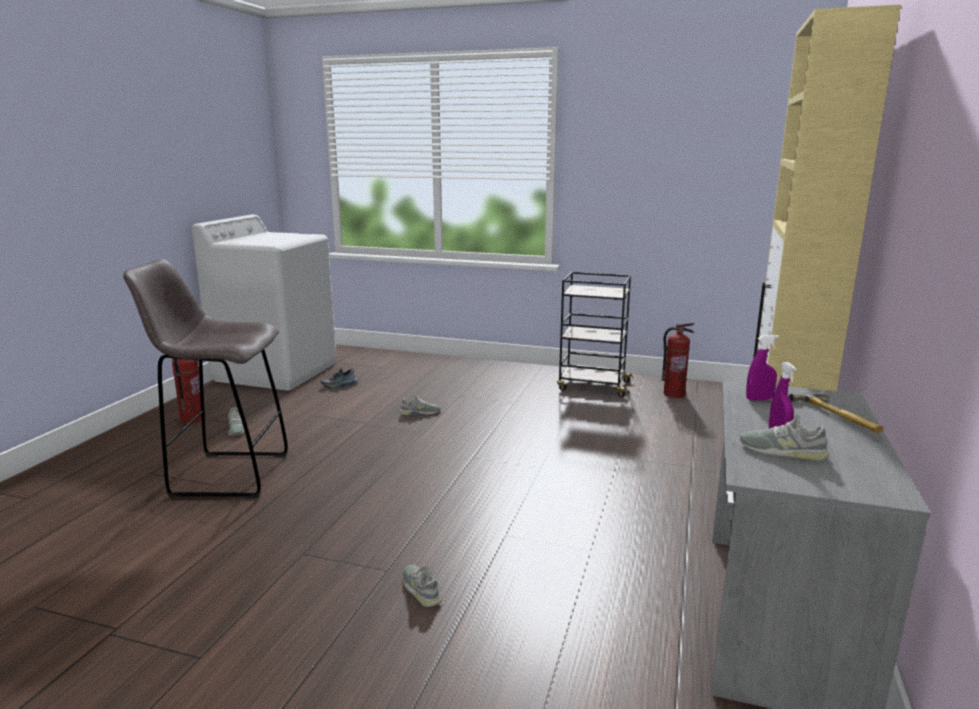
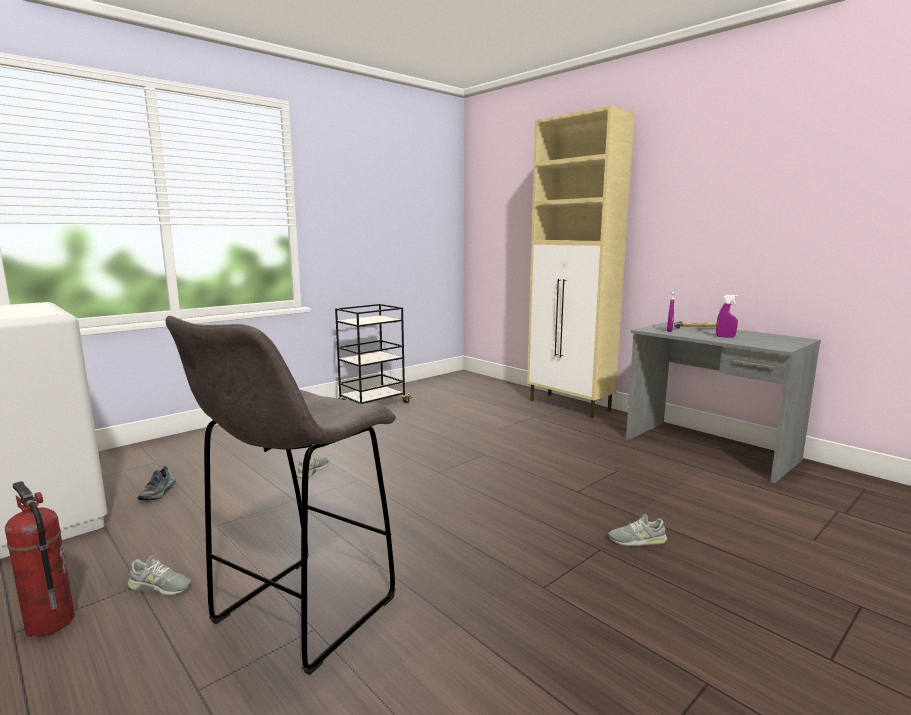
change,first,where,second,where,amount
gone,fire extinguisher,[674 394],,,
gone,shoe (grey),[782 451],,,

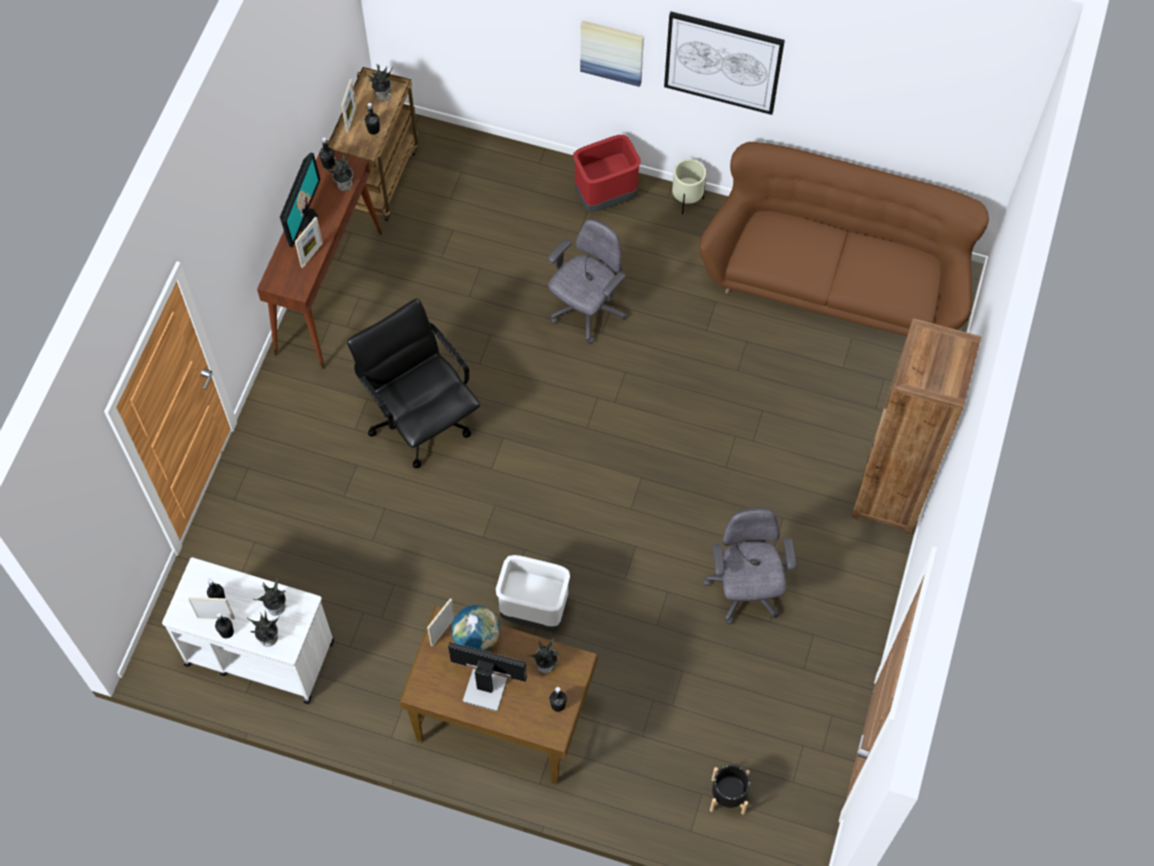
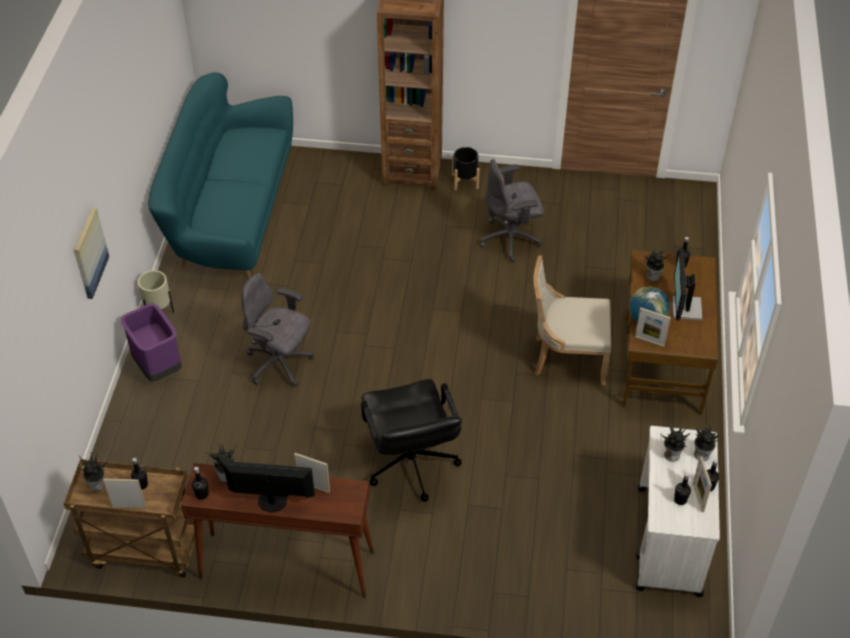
change,first,where,second,where,amount
rotated,office chair (black),[420 419],,[411 464],60 degrees counterclockwise
swapped,trash can (white),[535 610],chair (beige),[566 358],
repainted,trash can (red),[605 196],trash can (purple),[157 367],
gone,picture,[723 62],,,
repainted,sofa (brown),[835 280],sofa (turquoise),[230 215],
shifted,planter (black),[728 796],,[465 181],

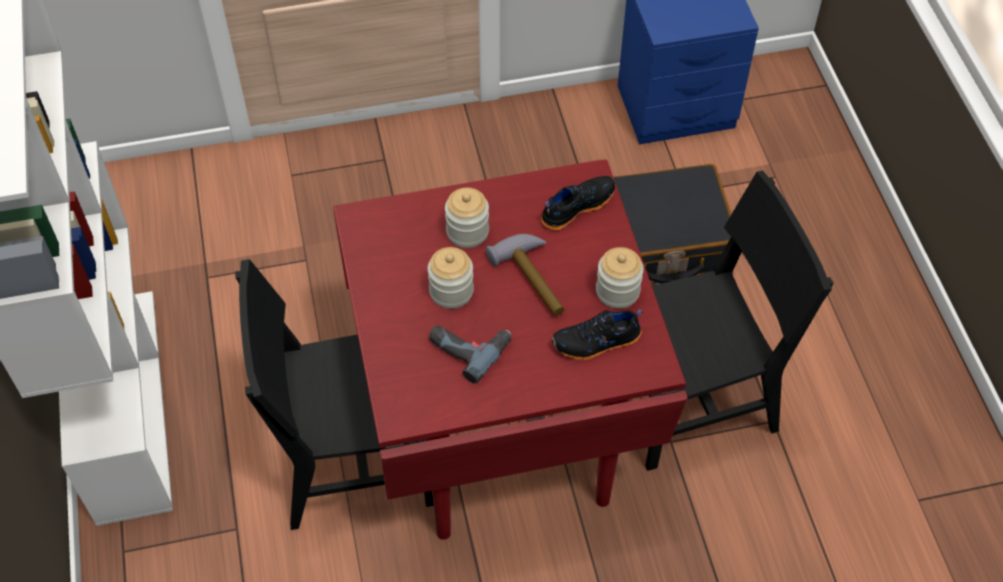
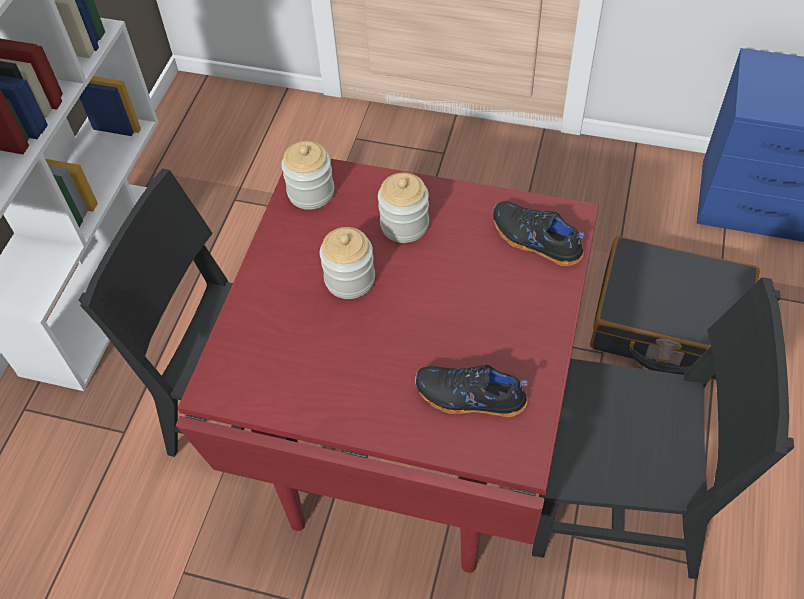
change,first,where,second,where,amount
gone,power drill,[469 346],,,
gone,hammer,[534 279],,,
rotated,shoe (black),[576 206],,[535 241],135 degrees counterclockwise
shifted,jar,[617 291],,[311 192],

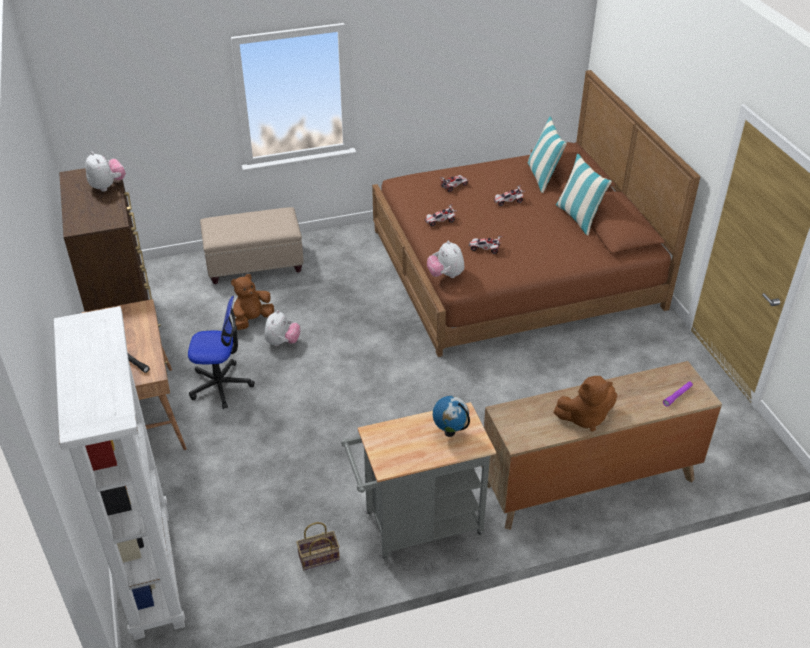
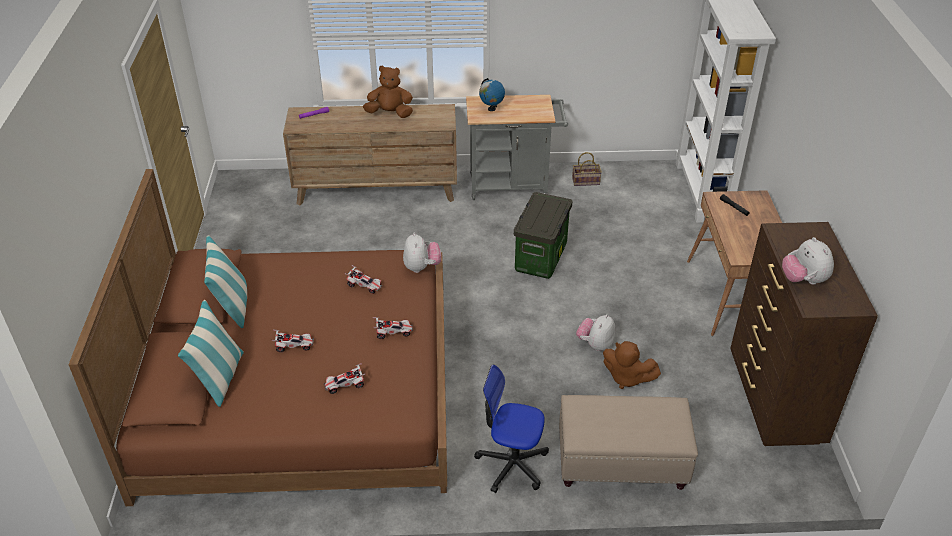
change,first,where,second,where,amount
shifted,office chair,[221 385],,[512 464],
rotated,plush toy (brown),[252 320],,[626 378],60 degrees clockwise
new,,,storage box,[541 258],

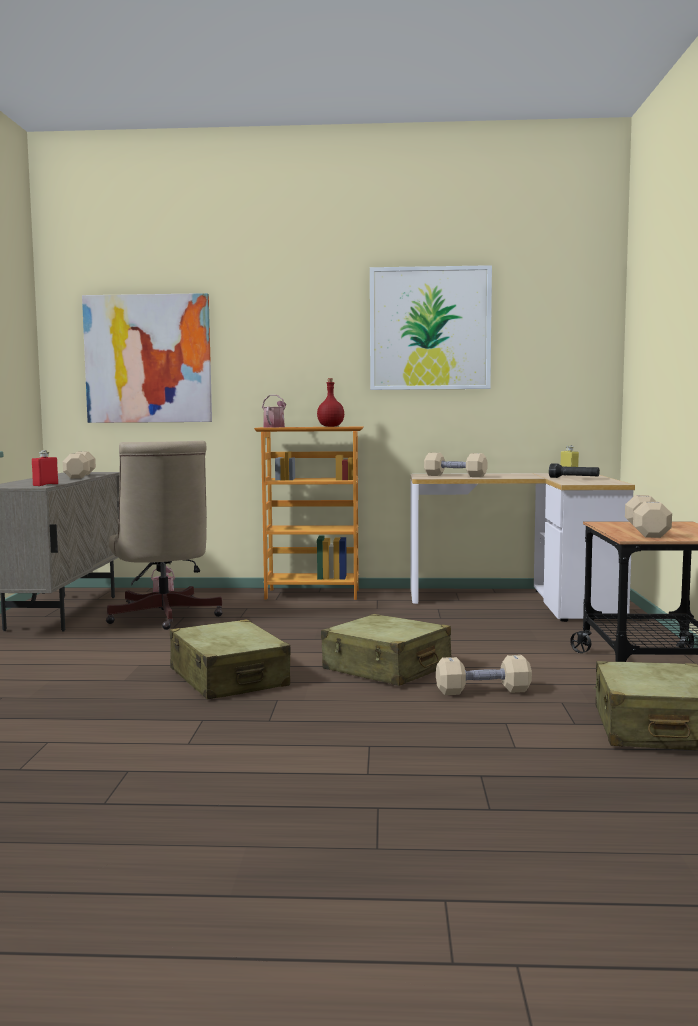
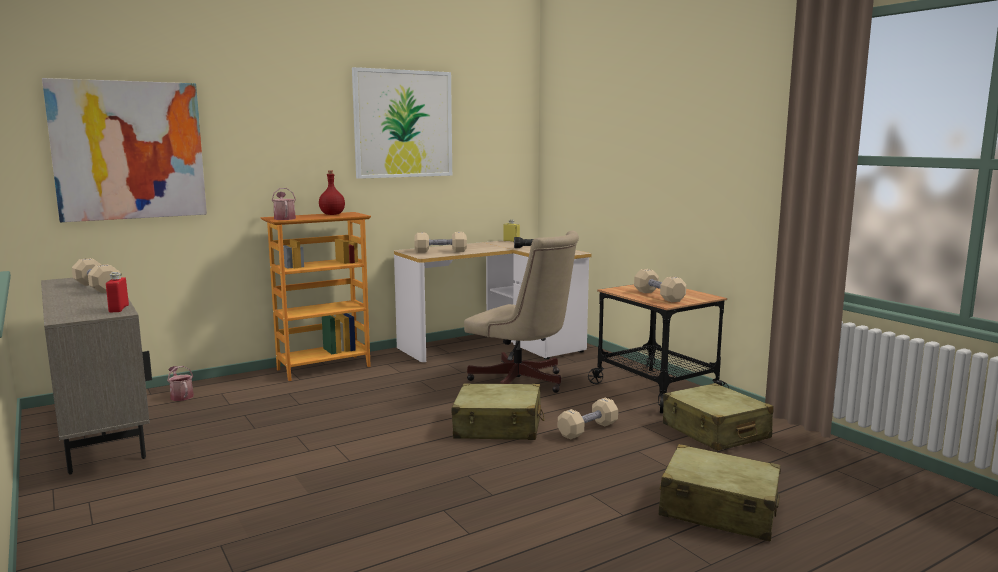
change,first,where,second,where,amount
shifted,office chair (beige),[163 618],,[523 383],
shifted,suitcase (beige),[229 678],,[718 510],

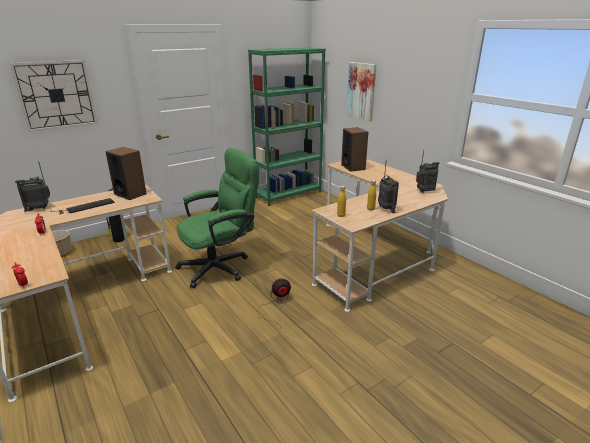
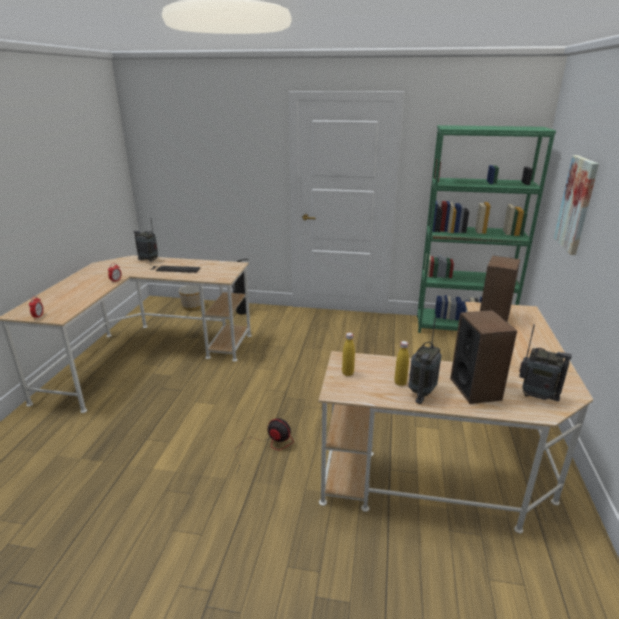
change,first,where,second,where,amount
gone,wall clock,[56 95],,,
shifted,speaker,[130 194],,[475 389],
gone,office chair (green),[221 266],,,

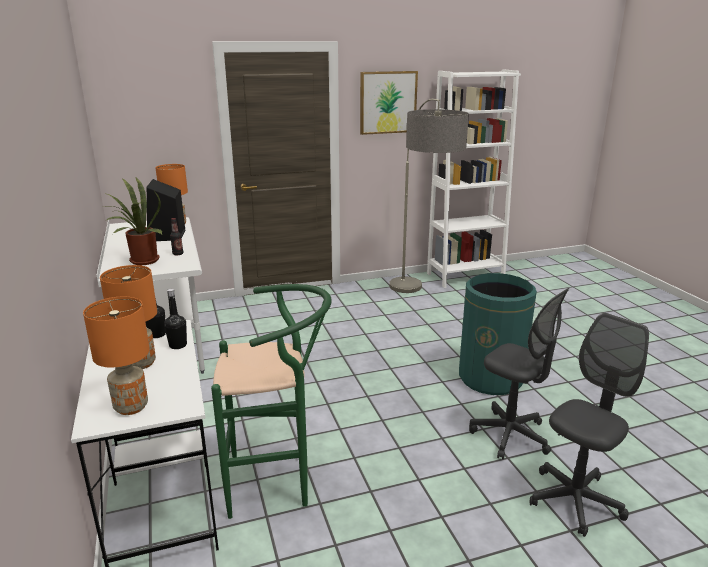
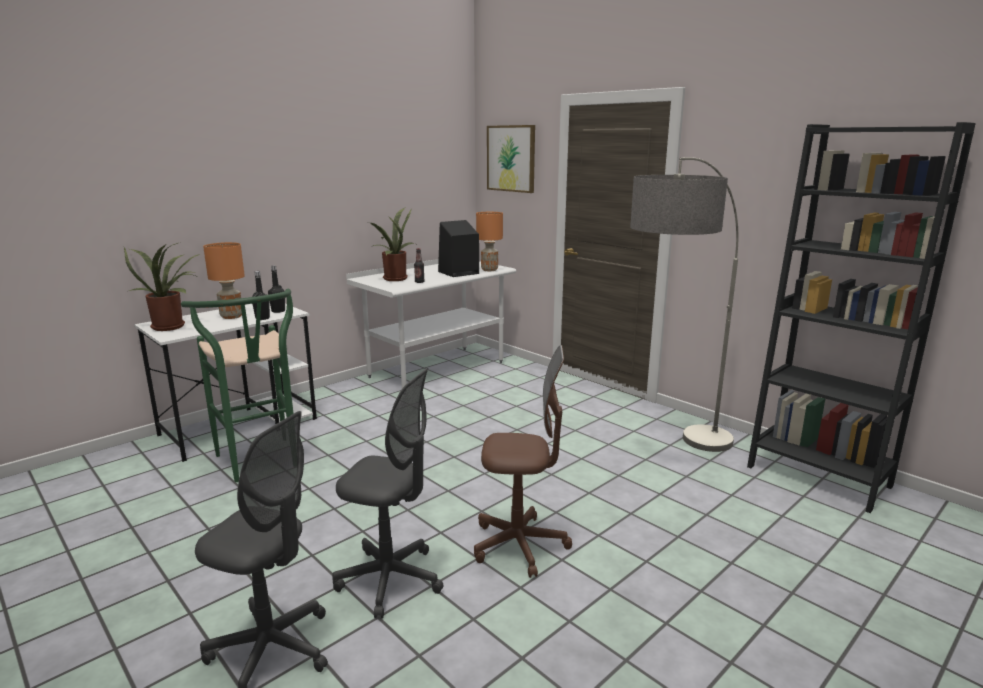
change,first,where,second,where,amount
swapped,table lamp (orange),[132 406],potted plant,[171 326],
shifted,picture,[388 102],,[511 158],
repainted,bookcase (white),[465 276],bookcase (black),[818 476],
swapped,trash can (green),[491 378],office chair (brown),[519 545],
rotated,office chair (grey),[510 435],,[390 580],90 degrees counterclockwise

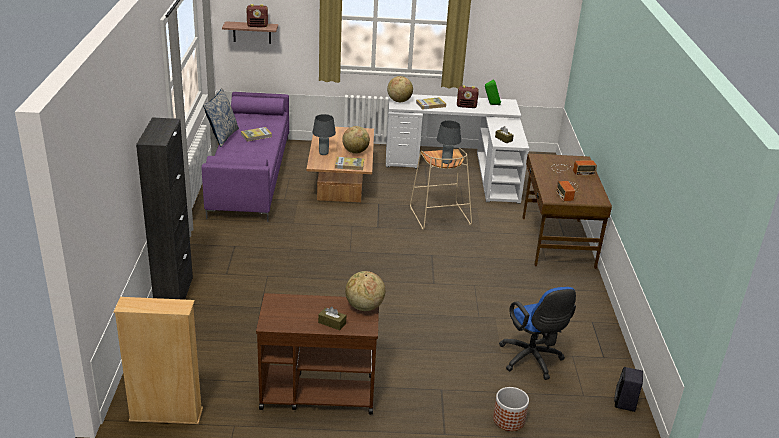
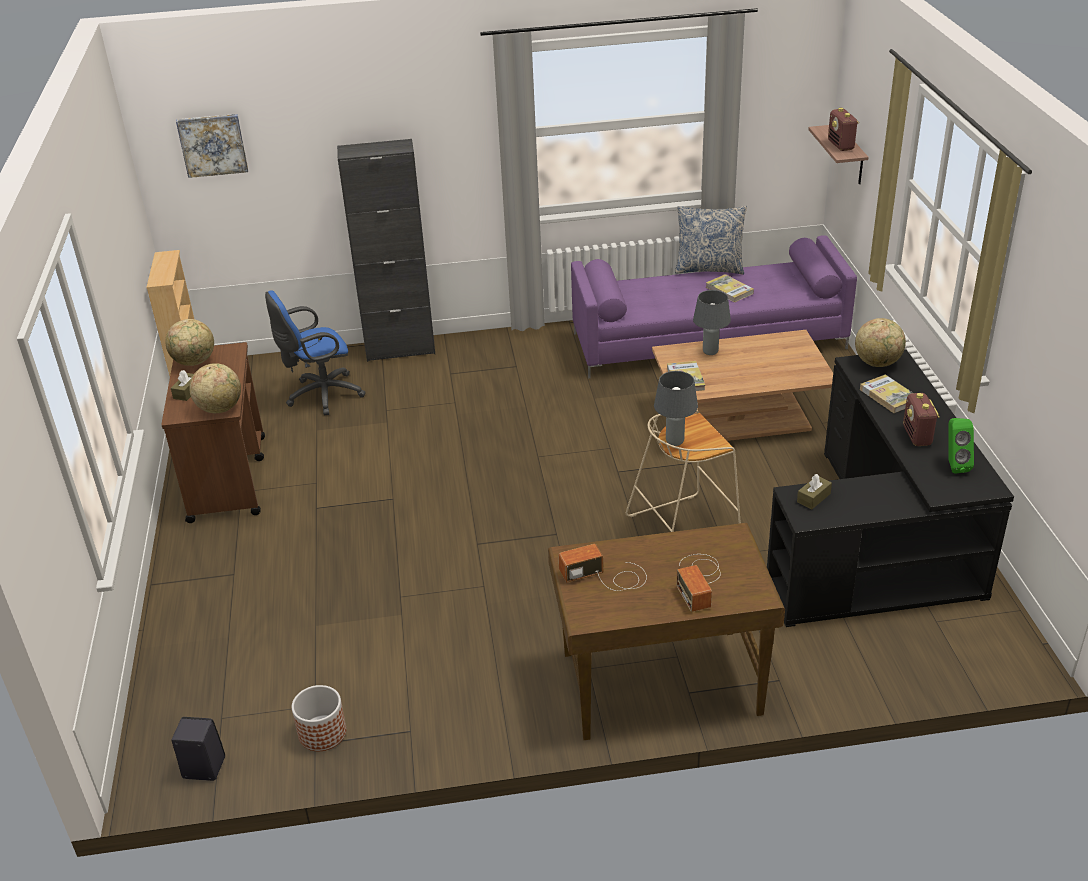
change,first,where,second,where,amount
shifted,globe,[355 151],,[195 362],
repainted,desk (white),[463 169],desk (black),[882 542],
shifted,planter,[508 420],,[322 733],
shifted,office chair (blue),[532 361],,[321 396],
new,,,picture,[212 145],

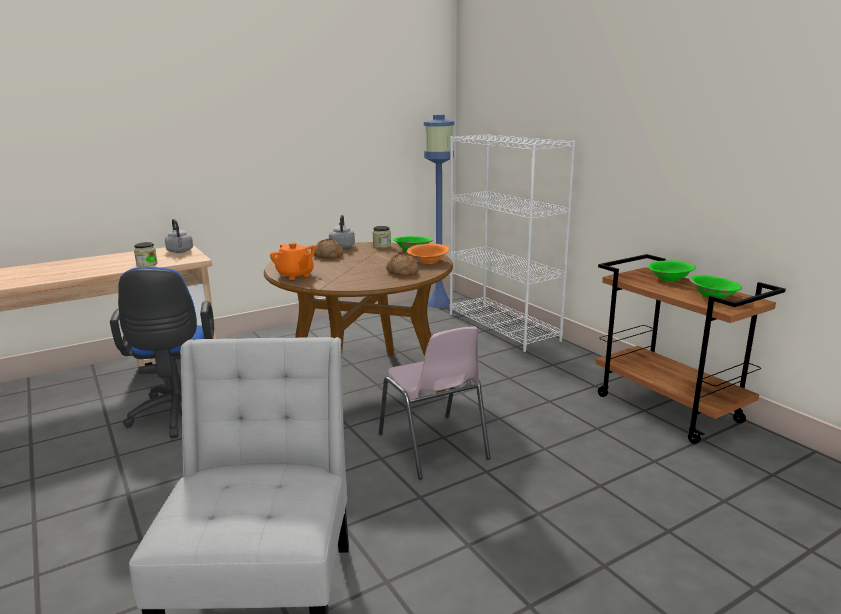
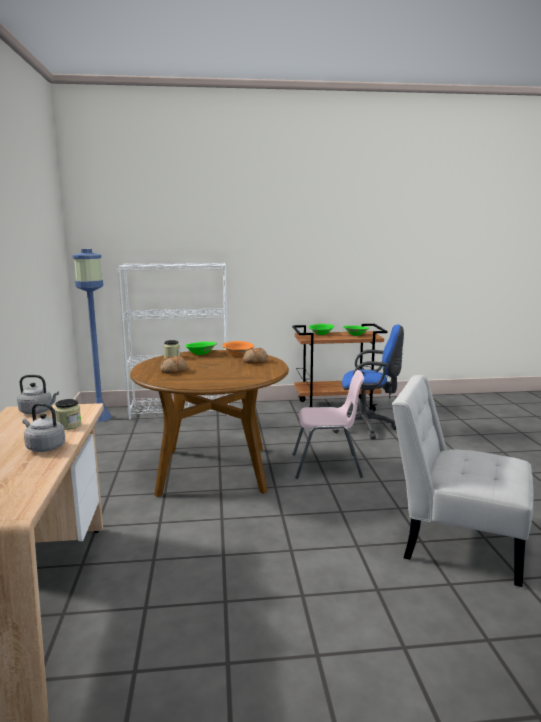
change,first,where,second,where,amount
shifted,office chair (blue),[178 415],,[366 427],
gone,teapot (orange),[295 275],,,
shifted,kettle (grey),[342 246],,[44 447],

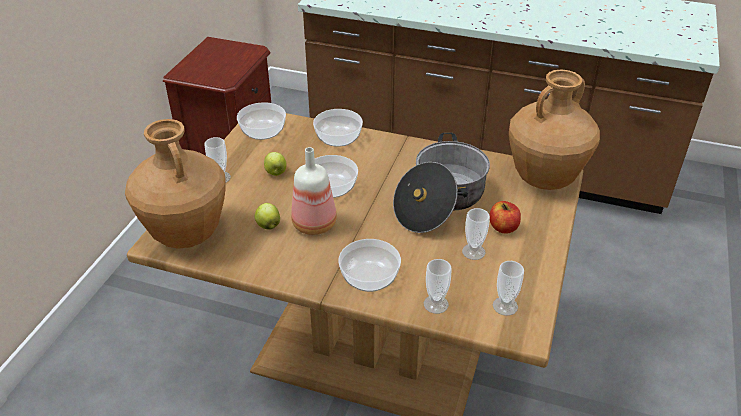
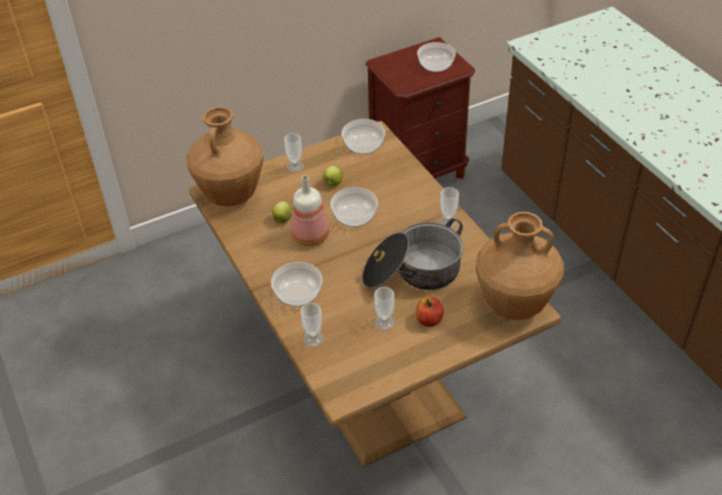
change,first,where,second,where,amount
shifted,bowl,[338 137],,[436 65],
shifted,cup,[505 306],,[448 222],

